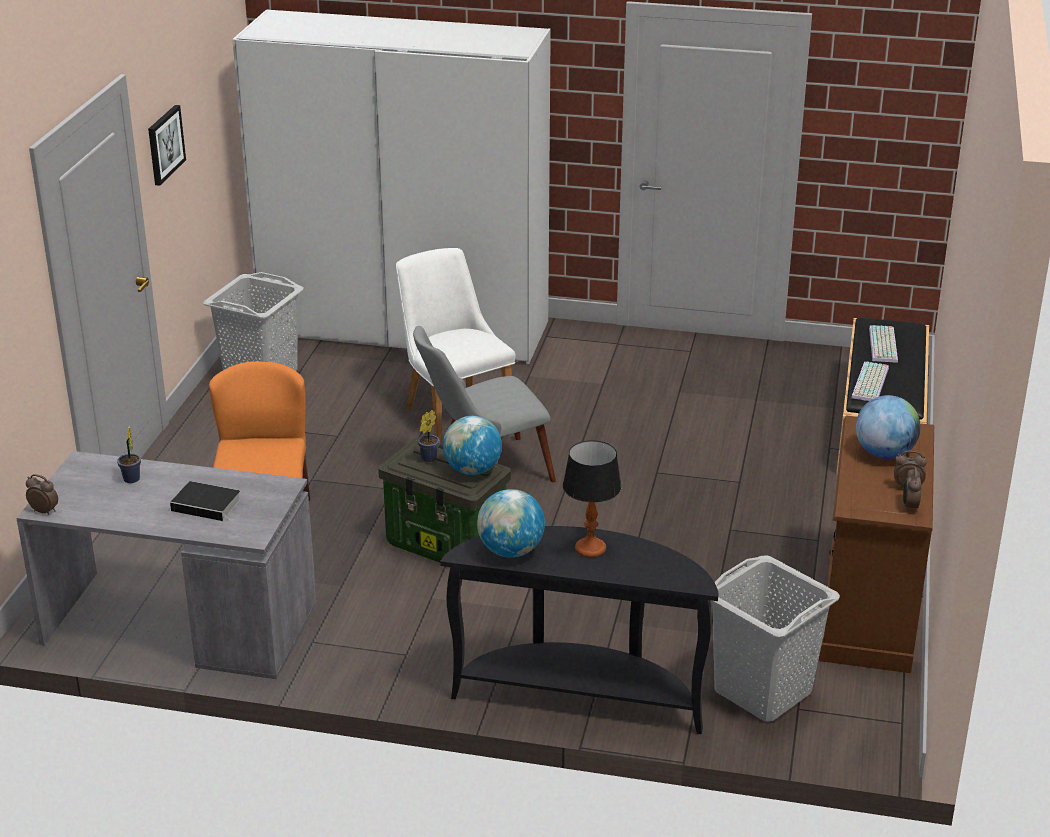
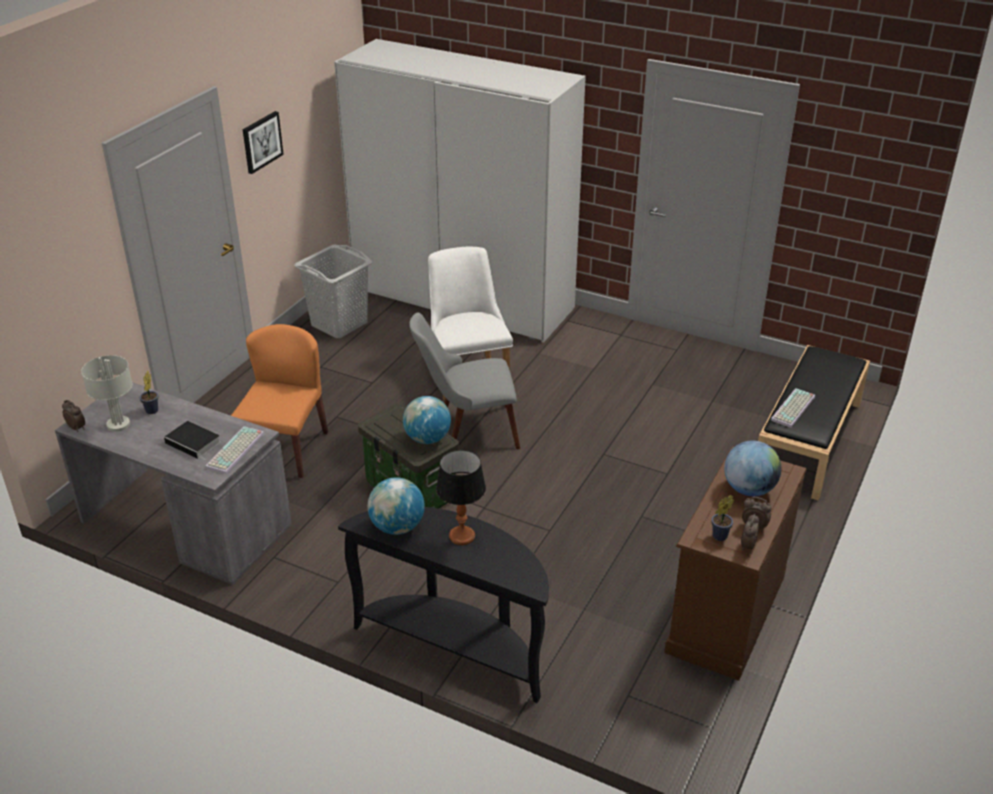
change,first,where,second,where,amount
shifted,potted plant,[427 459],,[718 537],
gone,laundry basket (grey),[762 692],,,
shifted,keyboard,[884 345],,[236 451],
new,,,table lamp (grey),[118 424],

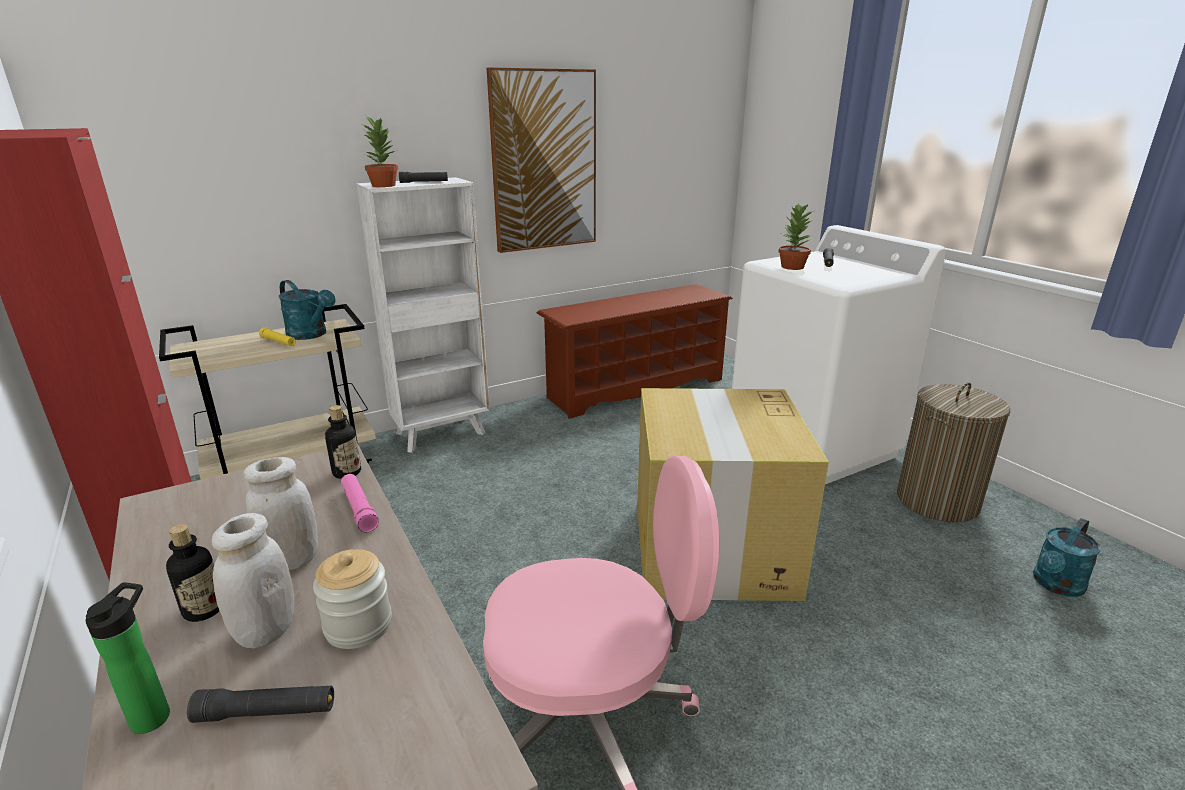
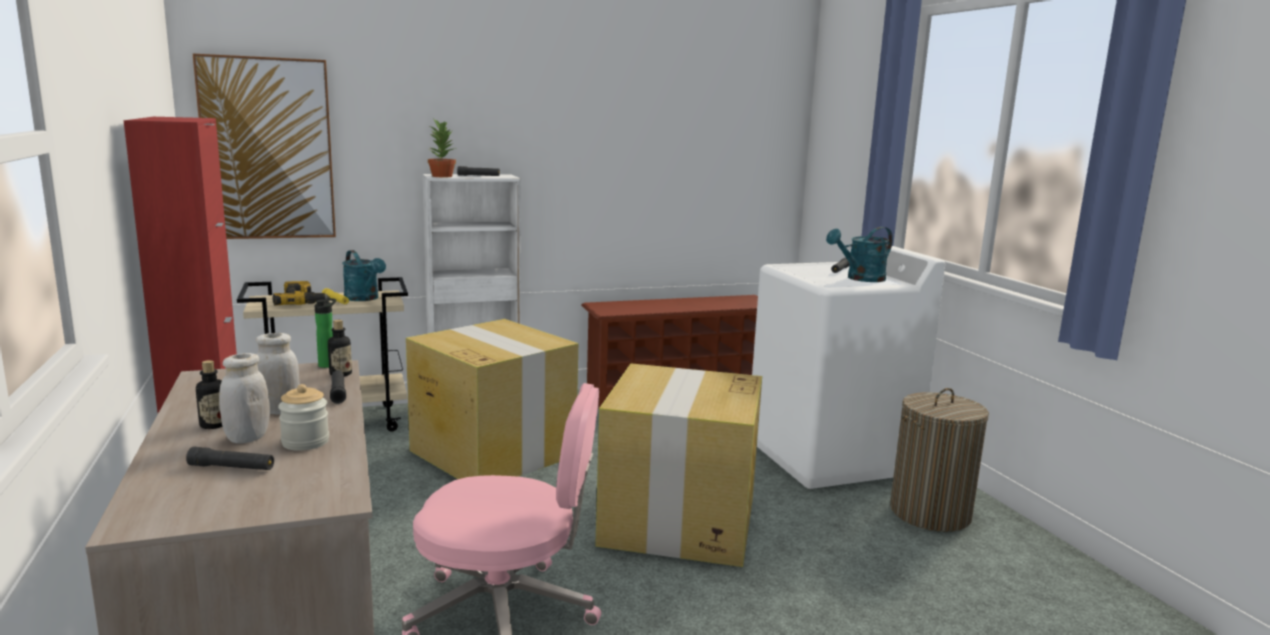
change,first,where,second,where,amount
shifted,bottle,[155 714],,[328 364],
repainted,flashlight (pink),[359 509],flashlight (black),[338 392],
shifted,picture,[544 162],,[268 149],
gone,potted plant,[792 267],,,
shifted,watering can (turquoise),[1055 585],,[860 279],
new,,,power drill,[302 302],
new,,,cardboard box,[491 452],

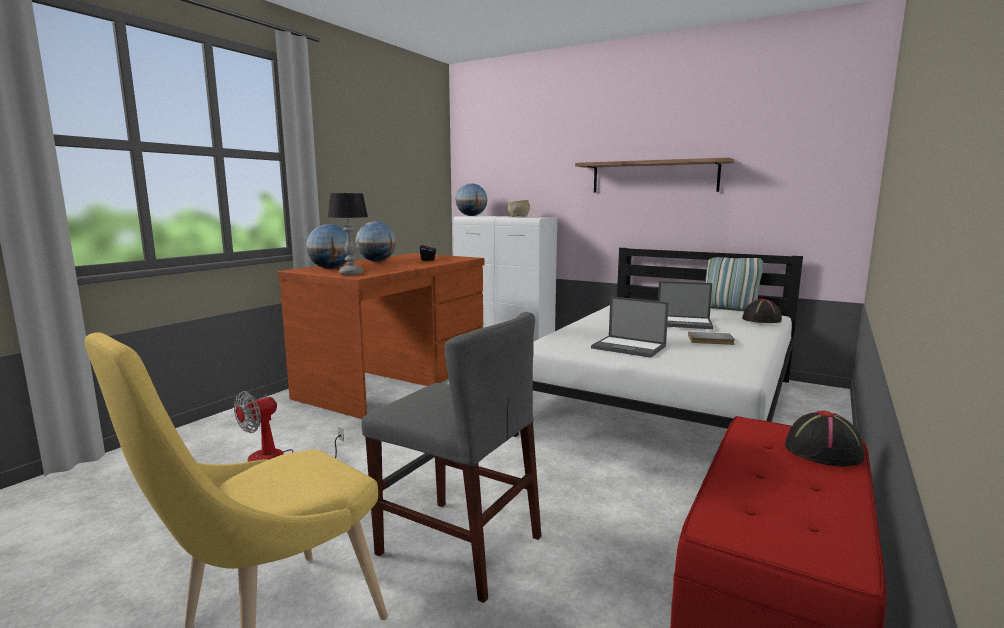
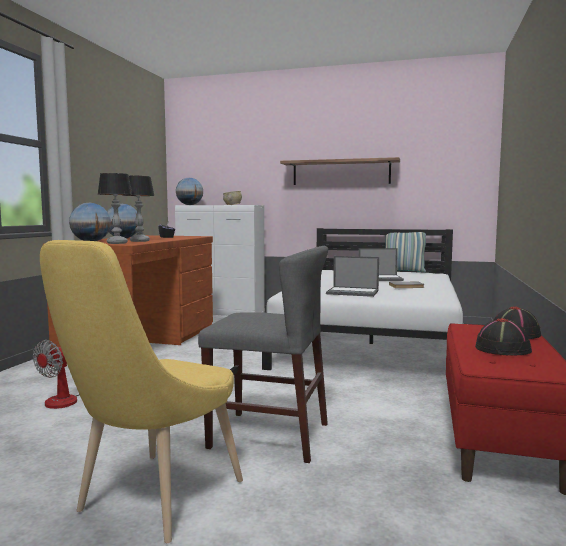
change,first,where,second,where,amount
shifted,hat (black),[762 319],,[503 349],
new,,,table lamp,[139 241],

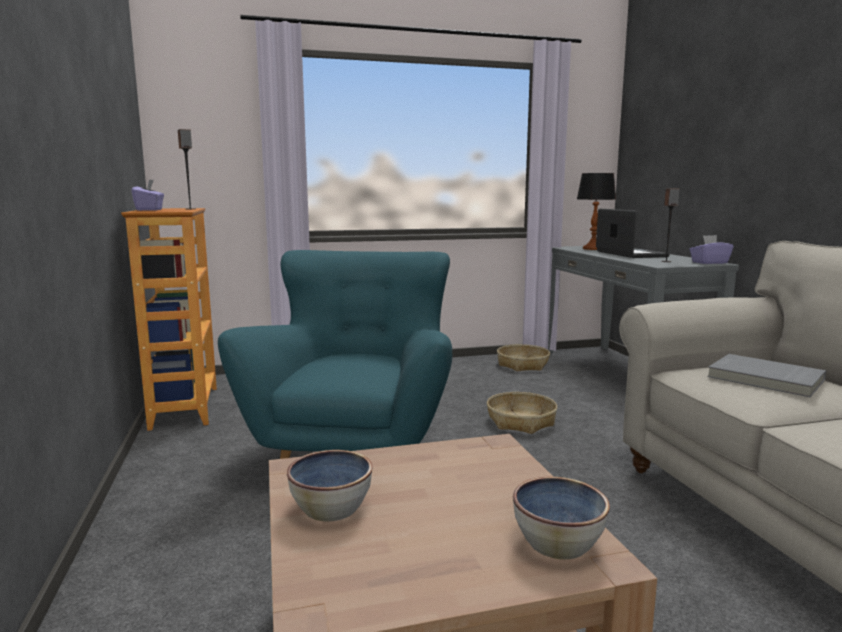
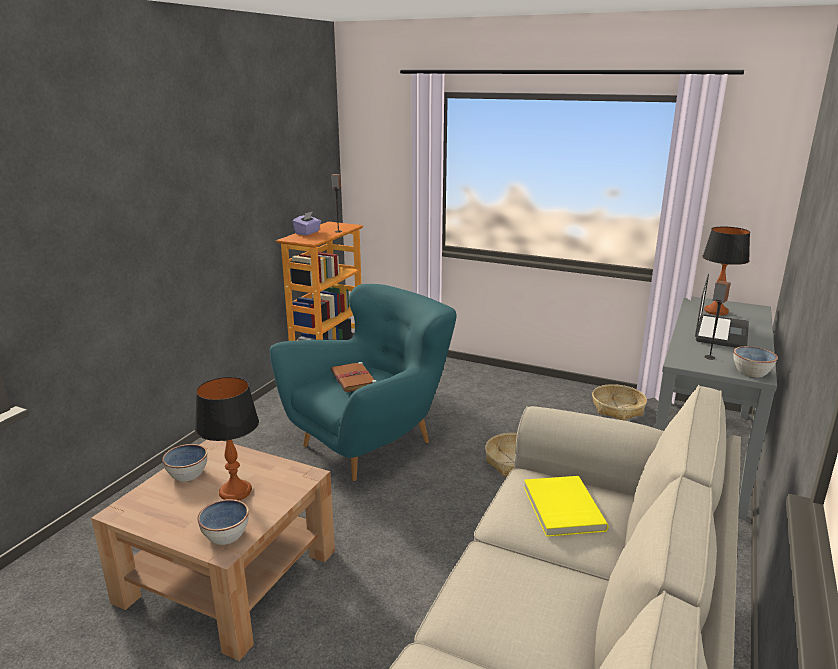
change,first,where,second,where,amount
swapped,tissue box (purple),[709 262],bowl,[751 372],
repainted,book (grey),[764 379],book (yellow),[561 508],
new,,,table lamp,[235 492],
new,,,book (brown),[353 379],

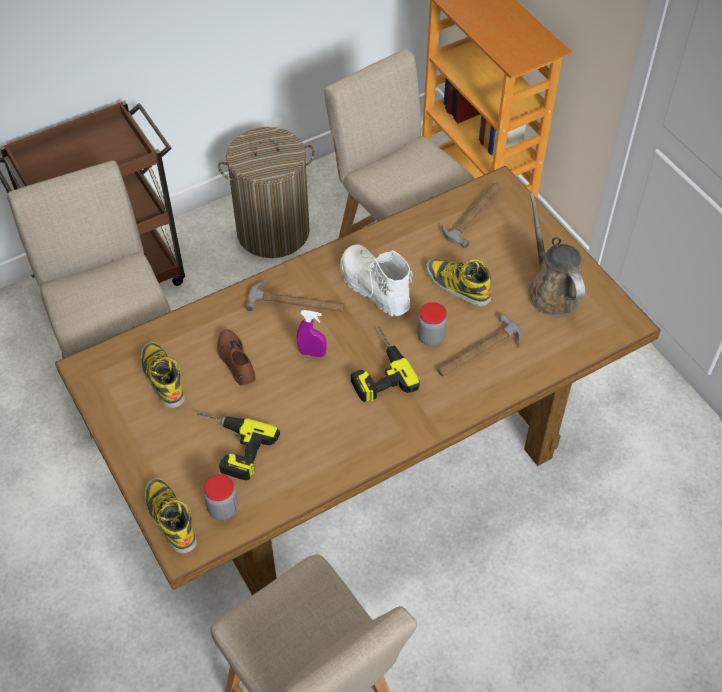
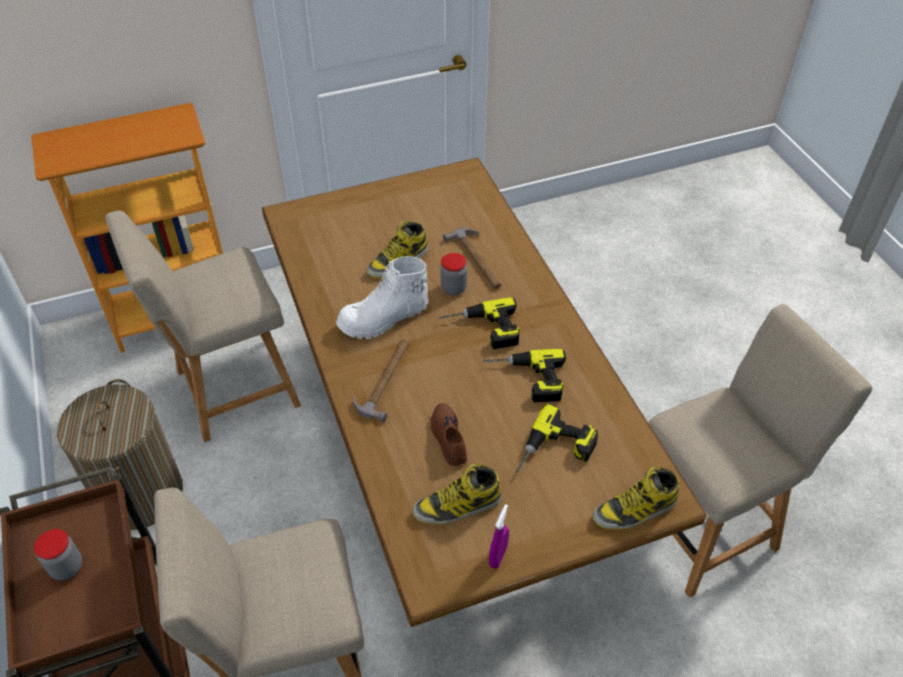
change,first,where,second,where,amount
shifted,jar,[223 509],,[67 567],
rotated,shoe (brown),[236 360],,[448 438],90 degrees clockwise
shifted,spray bottle (purple),[312 353],,[498 556],
gone,hammer,[473 214],,,
gone,watering can (brown),[551 290],,,
new,,,power drill,[526 380],

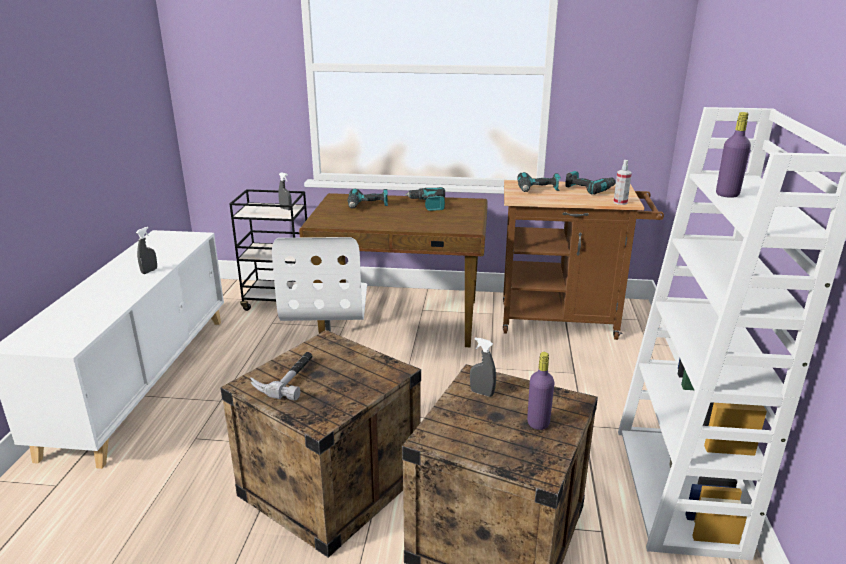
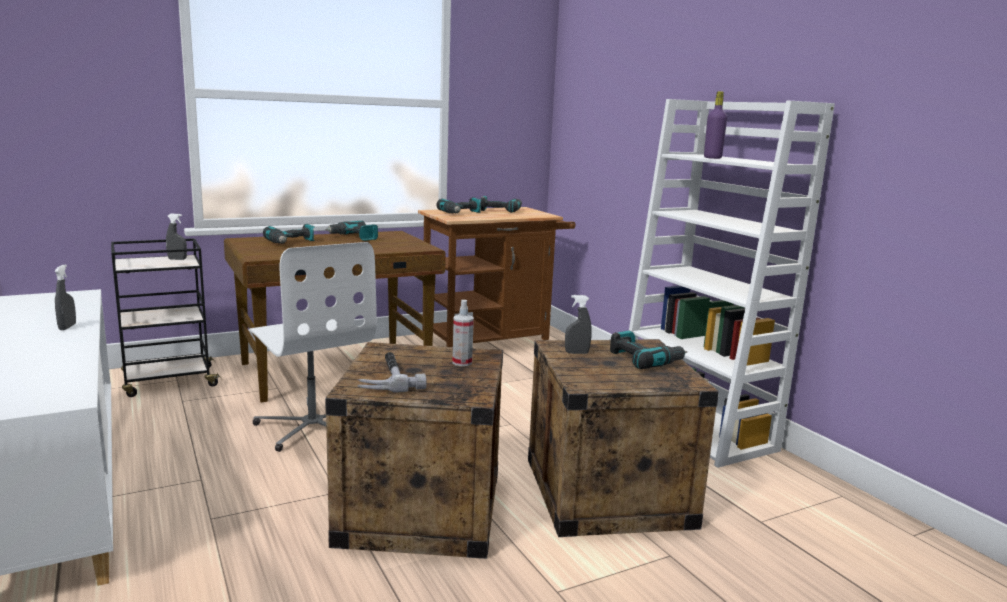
change,first,where,second,where,amount
swapped,bottle (purple),[538 423],power drill,[644 360],
shifted,spray bottle,[620 202],,[462 362],

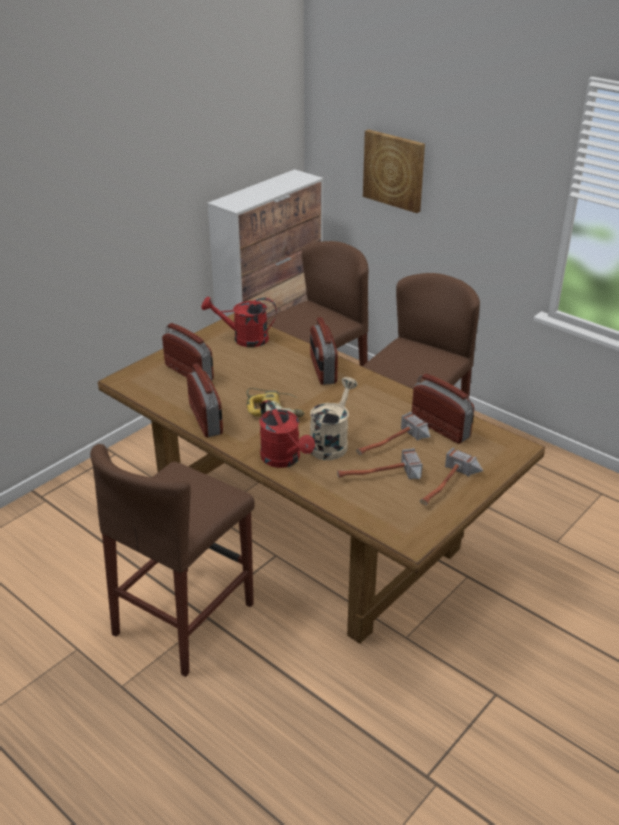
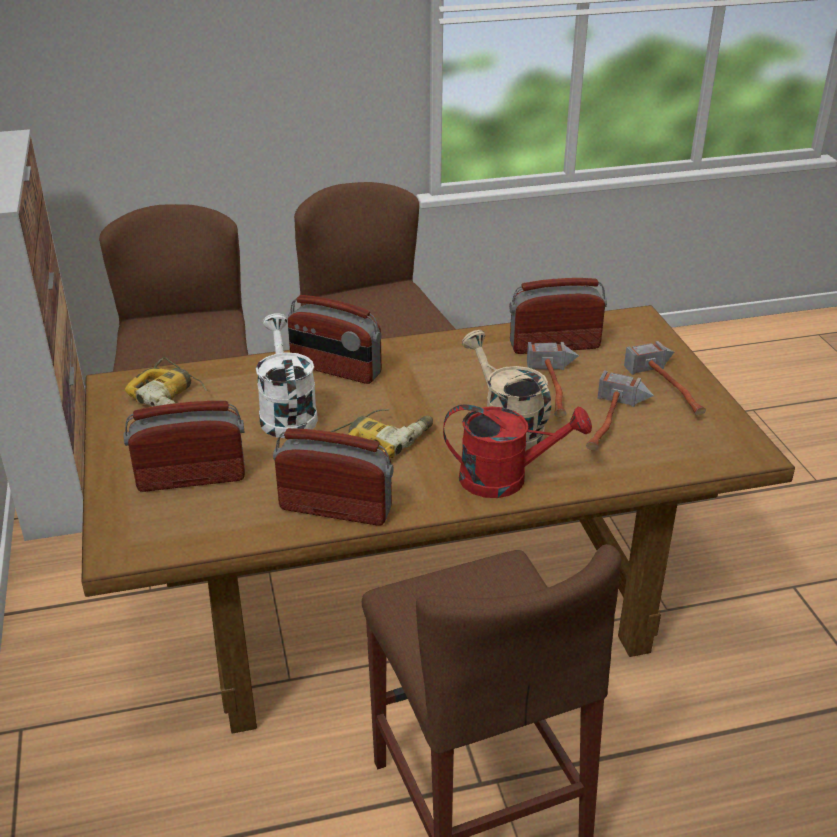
change,first,where,second,where,amount
swapped,watering can (red),[244 339],power drill,[171 397],
gone,picture,[394 170],,,
new,,,watering can (white),[286 413],

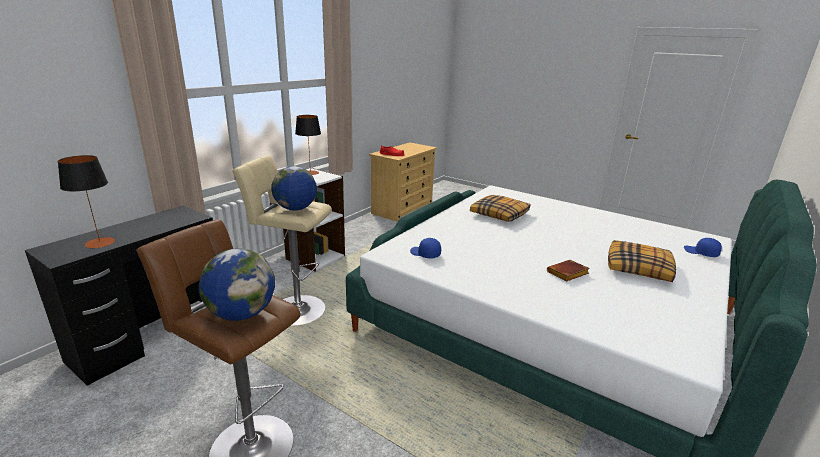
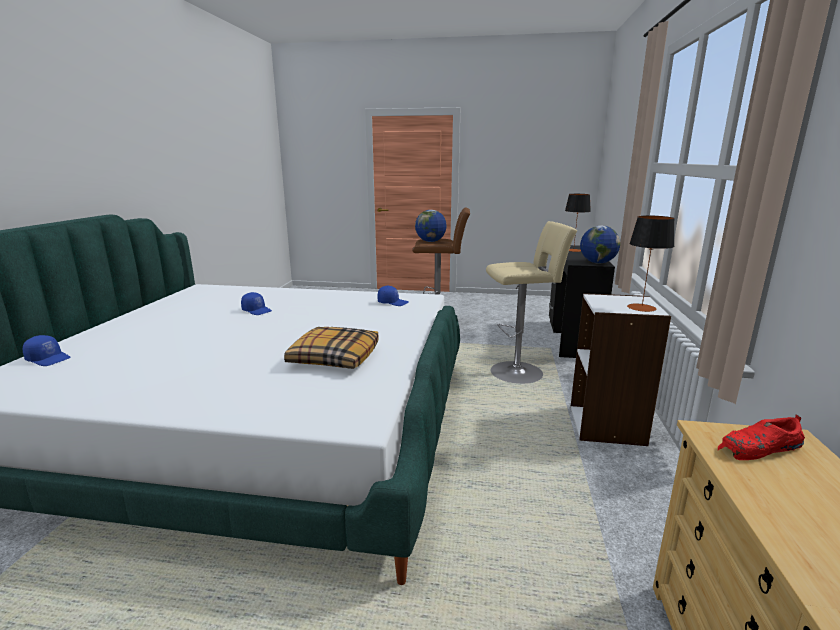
change,first,where,second,where,amount
shifted,globe,[296 209],,[597 263],
swapped,book (brown),[567 274],cap (blue),[257 310],
gone,pillow,[639 268],,,

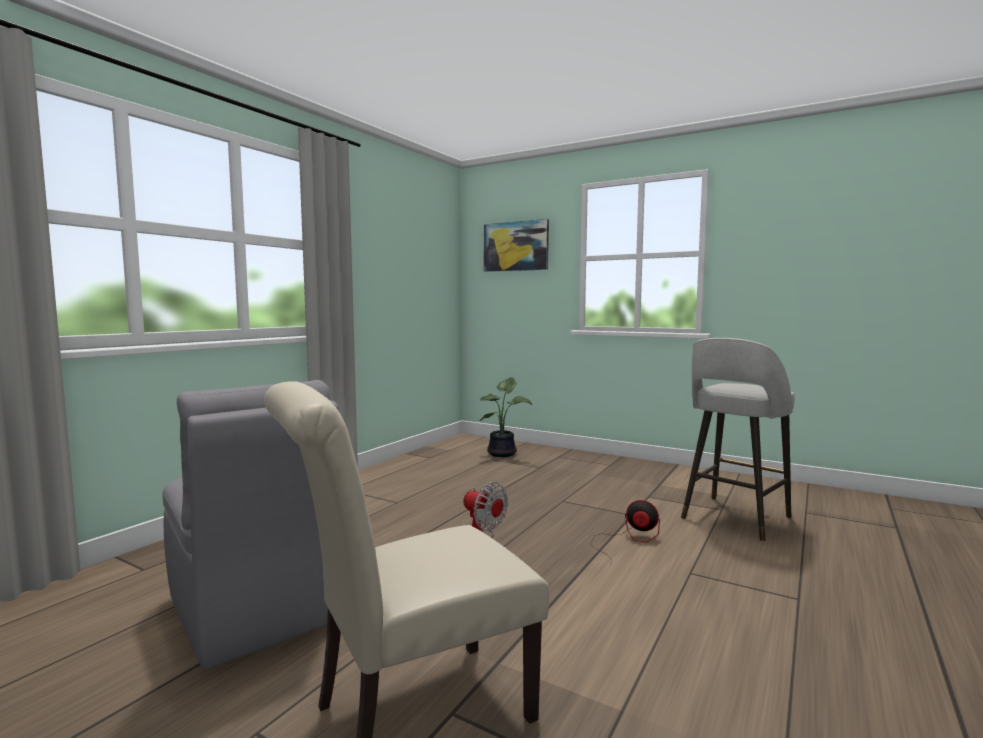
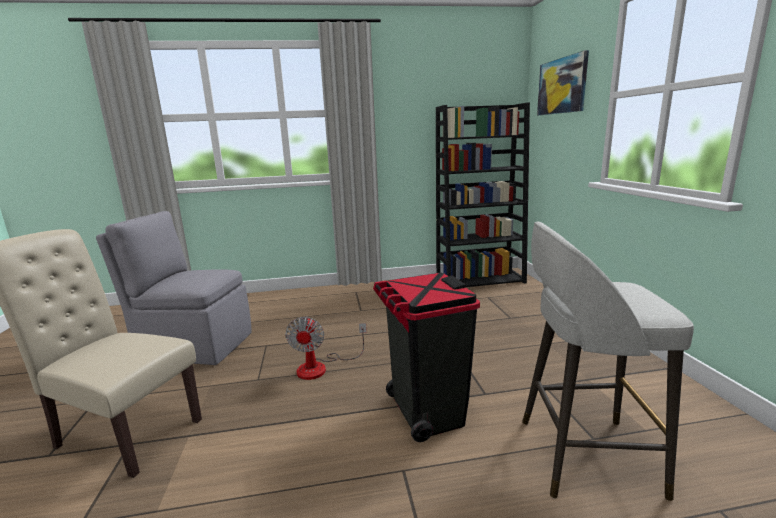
change,first,where,second,where,amount
rotated,chair (grey),[252 612],,[194 345],90 degrees clockwise
gone,potted plant,[503 453],,,
swapped,fan,[628 540],trash can (black),[427 412],
new,,,bookcase (black),[480 279],

